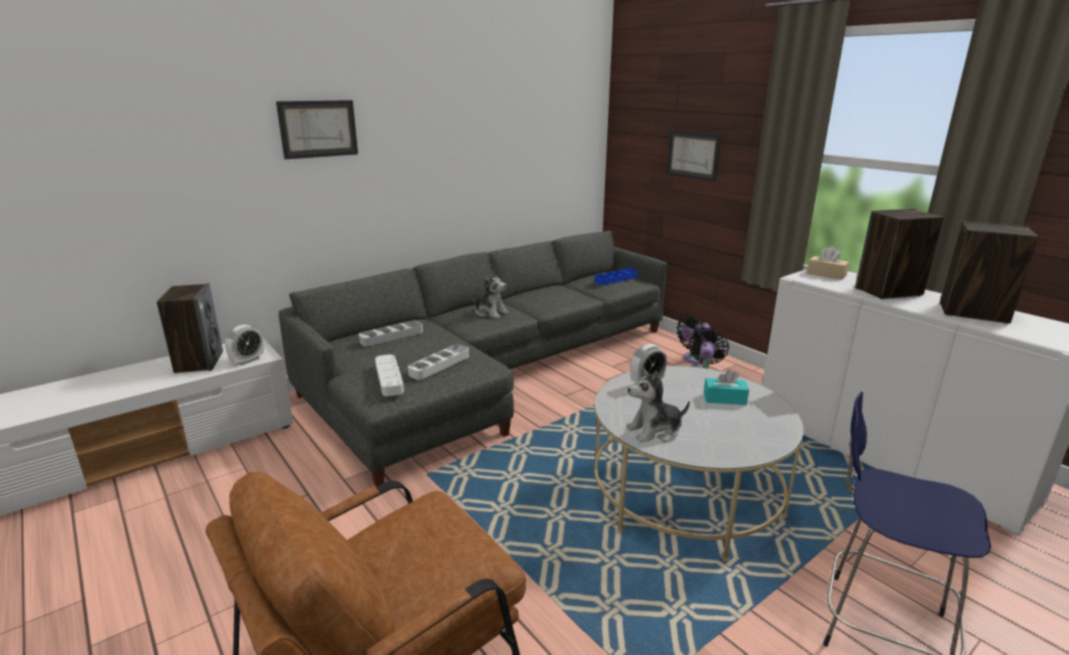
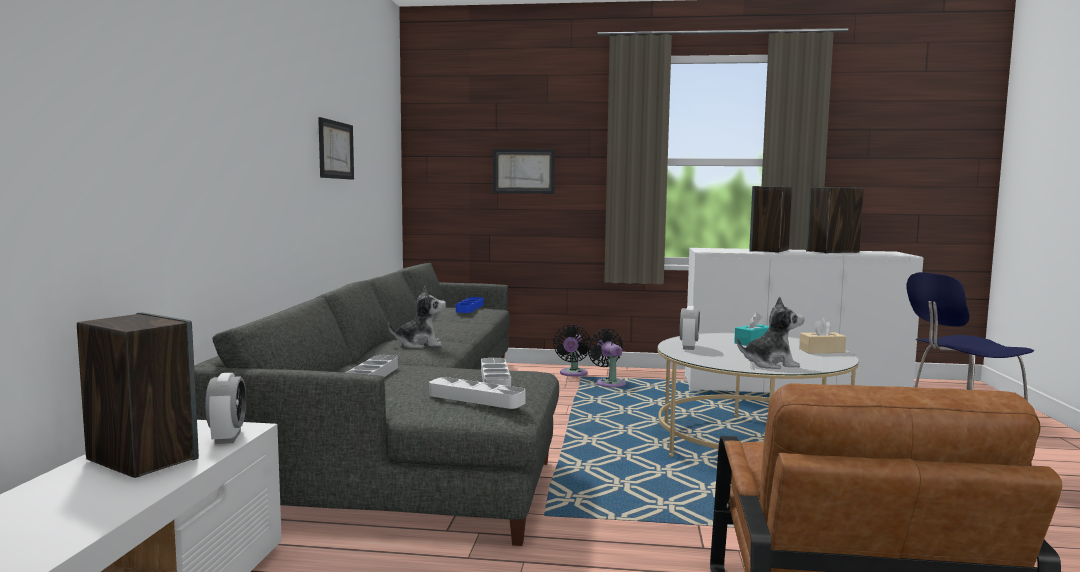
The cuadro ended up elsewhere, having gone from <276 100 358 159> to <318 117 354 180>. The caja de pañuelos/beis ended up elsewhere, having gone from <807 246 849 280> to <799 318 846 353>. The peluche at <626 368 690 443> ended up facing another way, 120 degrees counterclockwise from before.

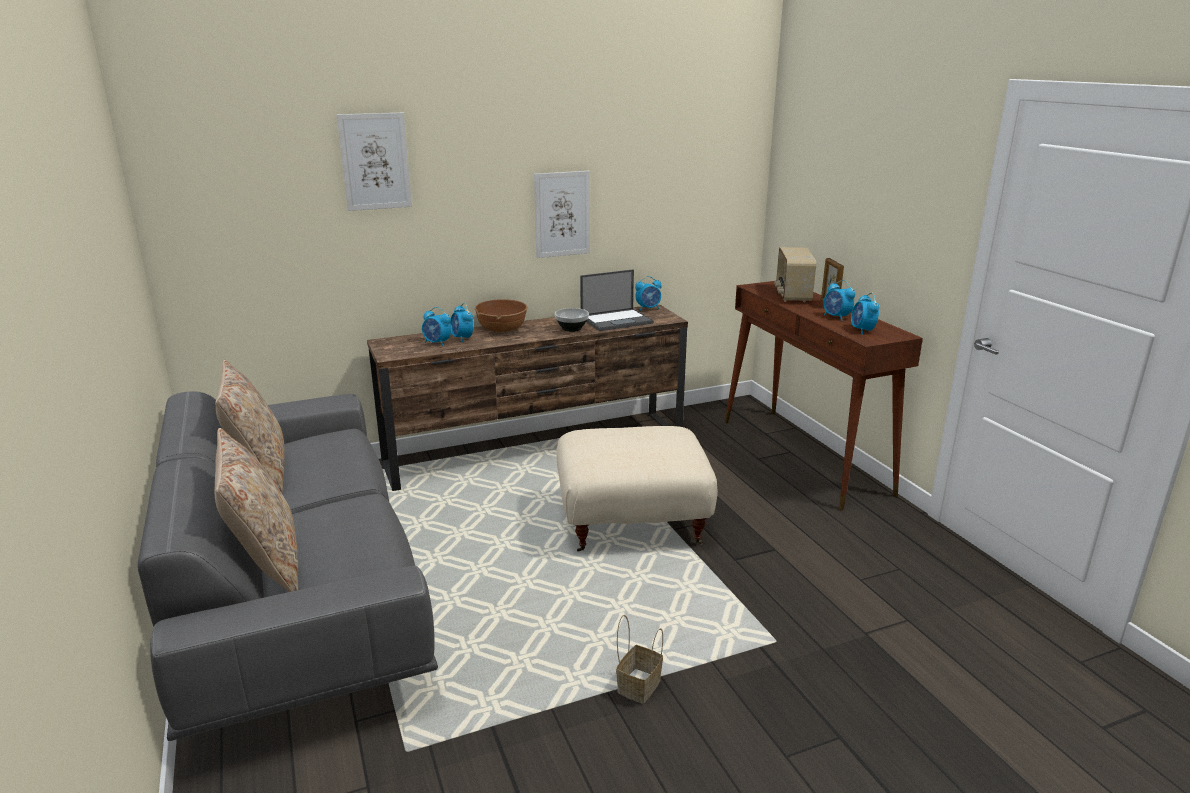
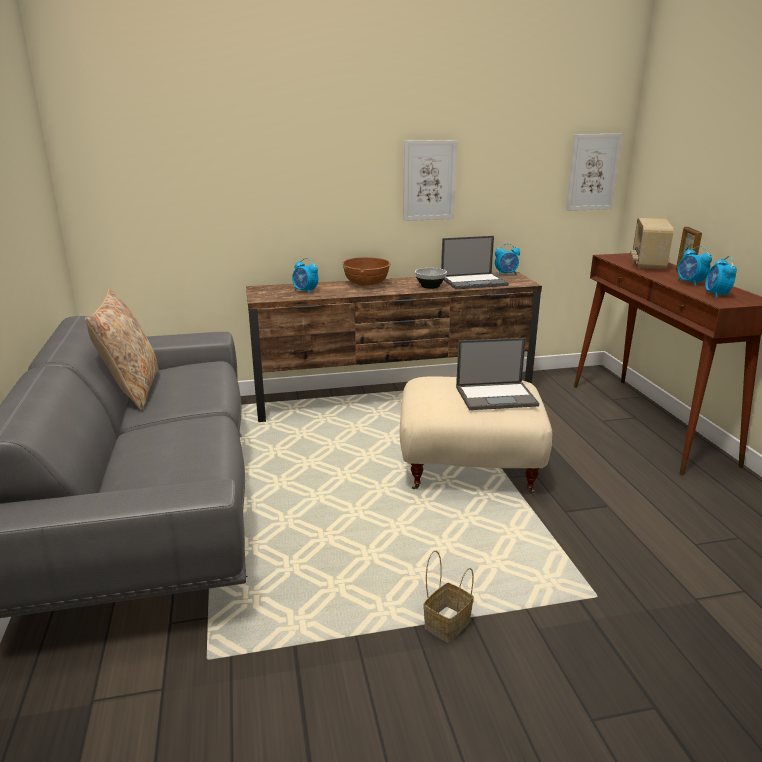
The cuadro ended up elsewhere, having gone from <337 113 412 211> to <566 134 622 211>. The second view lost the despertador at <450 303 474 342>. The second view lost the cojín/beis at <215 428 298 592>. The second view gained the portátil at <456 338 539 410>.

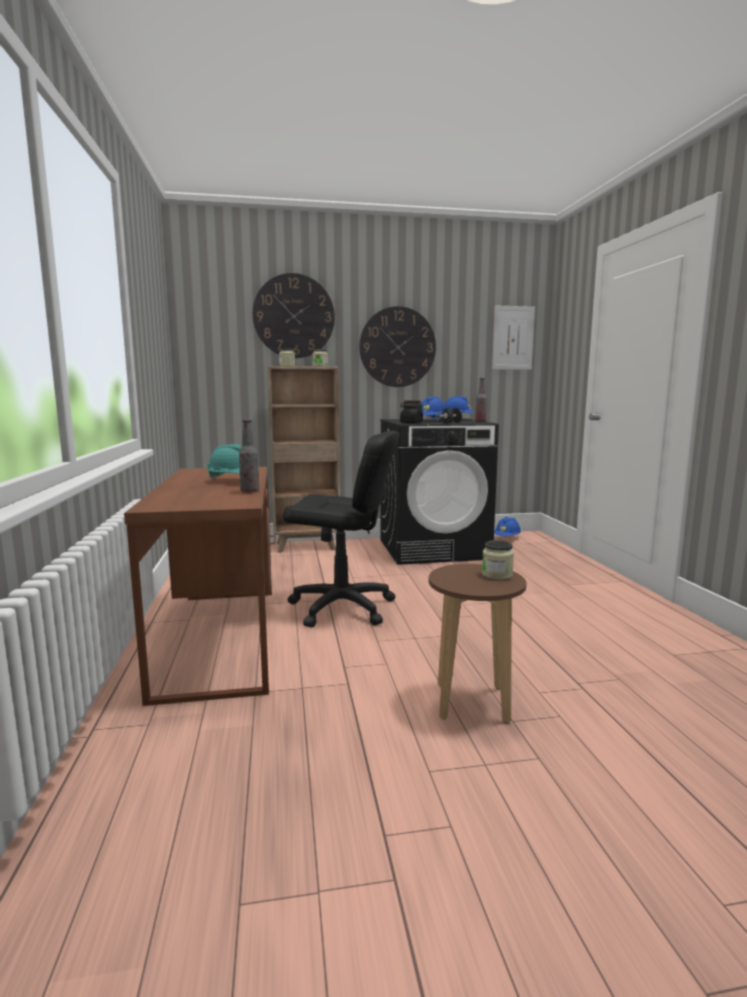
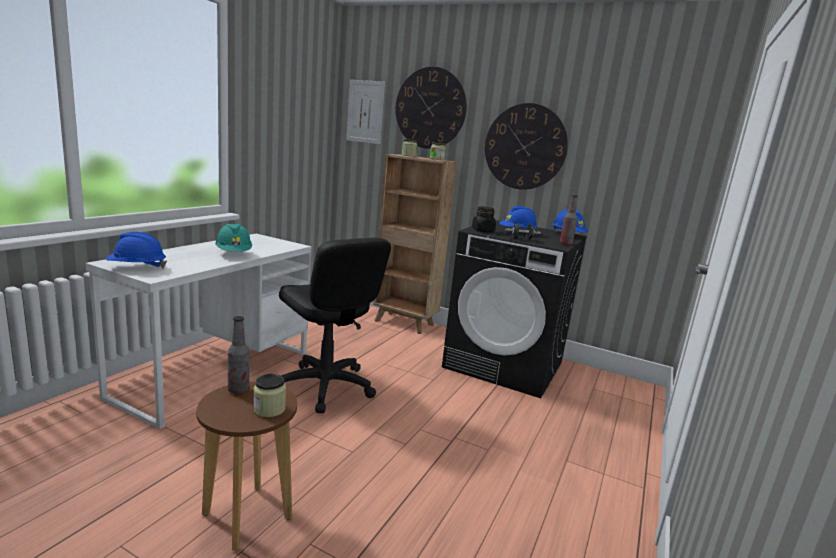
The cuadro ended up elsewhere, having gone from <492 306 535 370> to <346 80 385 144>. The botella ended up elsewhere, having gone from <239 420 259 493> to <228 316 249 394>. What was the escritorio/marrón at <124 467 276 706> turned into the escritorio/blanco at <86 234 311 429>. The casco/azul ended up elsewhere, having gone from <494 517 521 536> to <105 232 167 268>.

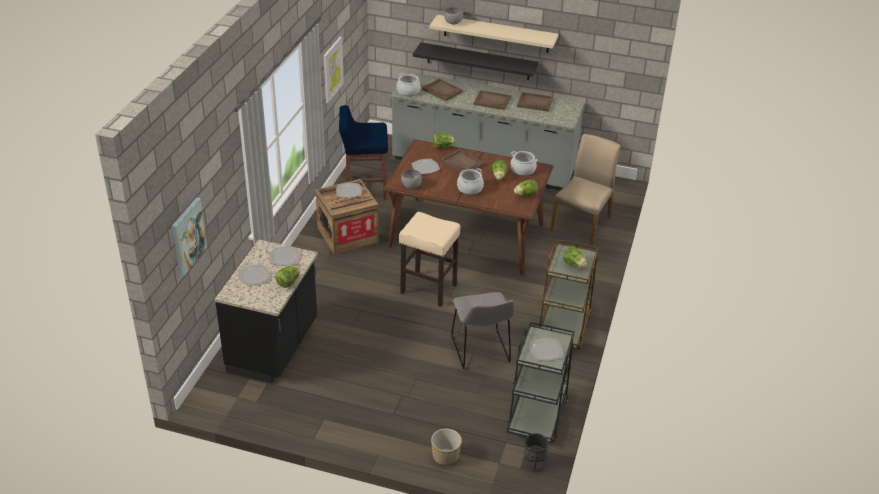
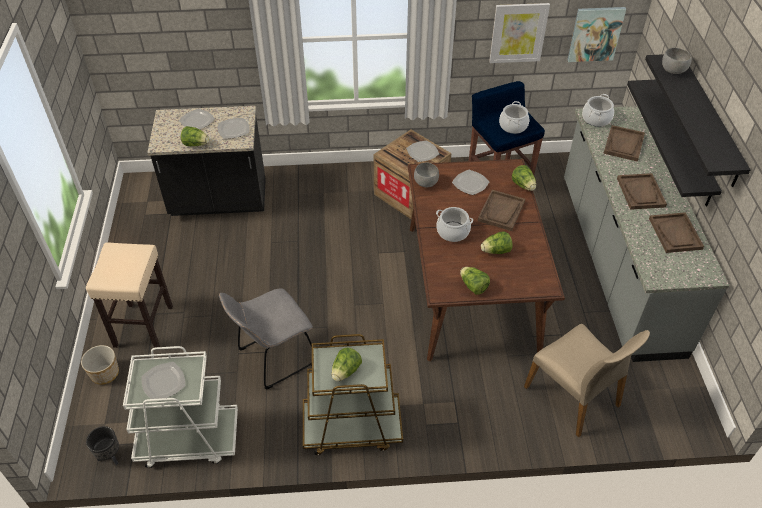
What was the estante/beis at <429 15 558 53> turned into the estante/negro at <645 54 751 187>. The silla/beis at <550 134 620 245> ended up facing another way, 45 degrees clockwise from before. The olla ended up elsewhere, having gone from <511 151 537 176> to <499 101 529 134>. The cuadro ended up elsewhere, having gone from <172 197 207 276> to <567 7 626 62>. The taburete/beis ended up elsewhere, having gone from <399 212 461 307> to <86 243 173 350>. What was the carrito/negro at <506 322 574 443> turned into the carrito/blanco at <123 346 238 468>.

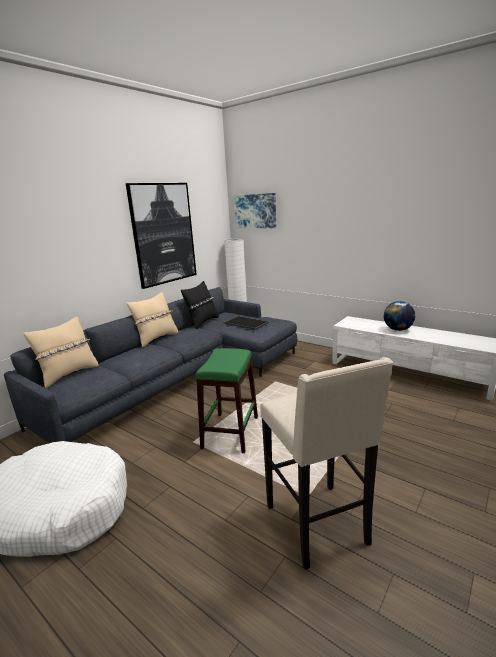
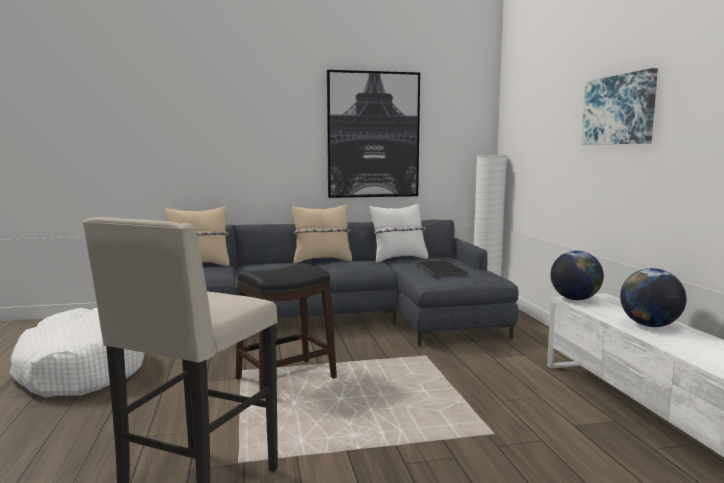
The cuadro ended up elsewhere, having gone from <234 193 276 228> to <581 68 658 145>. What was the cojín/negro at <181 281 219 329> turned into the cojín/blanco at <370 204 428 262>. What was the taburete/verde at <196 348 258 453> turned into the taburete/negro at <236 263 337 399>. The second view gained the globo terráqueo at <550 250 604 300>.

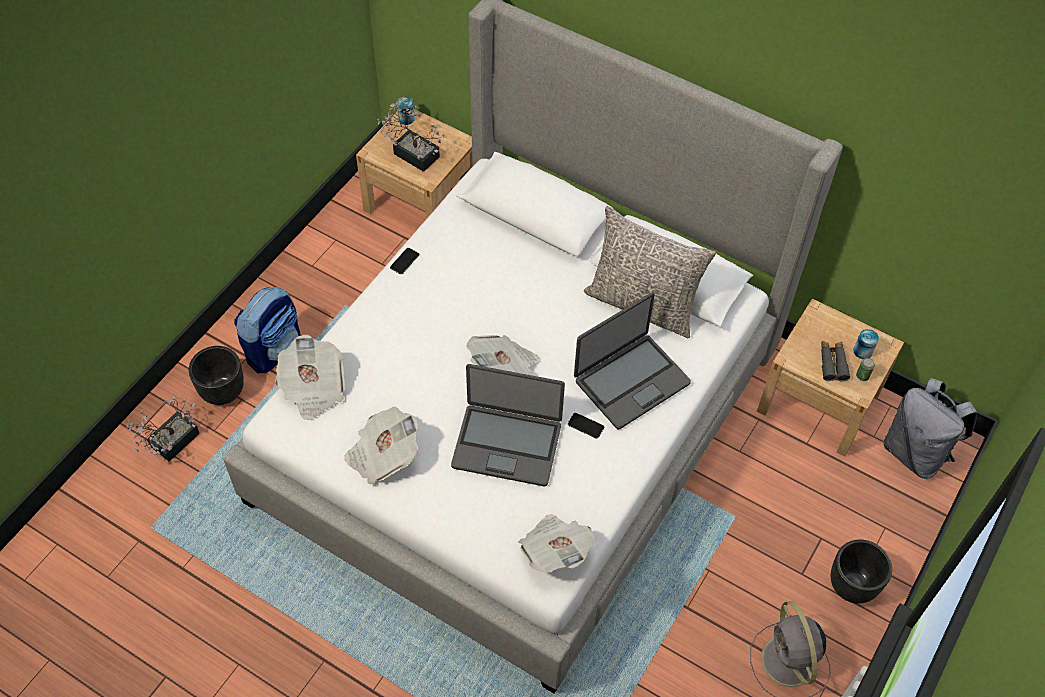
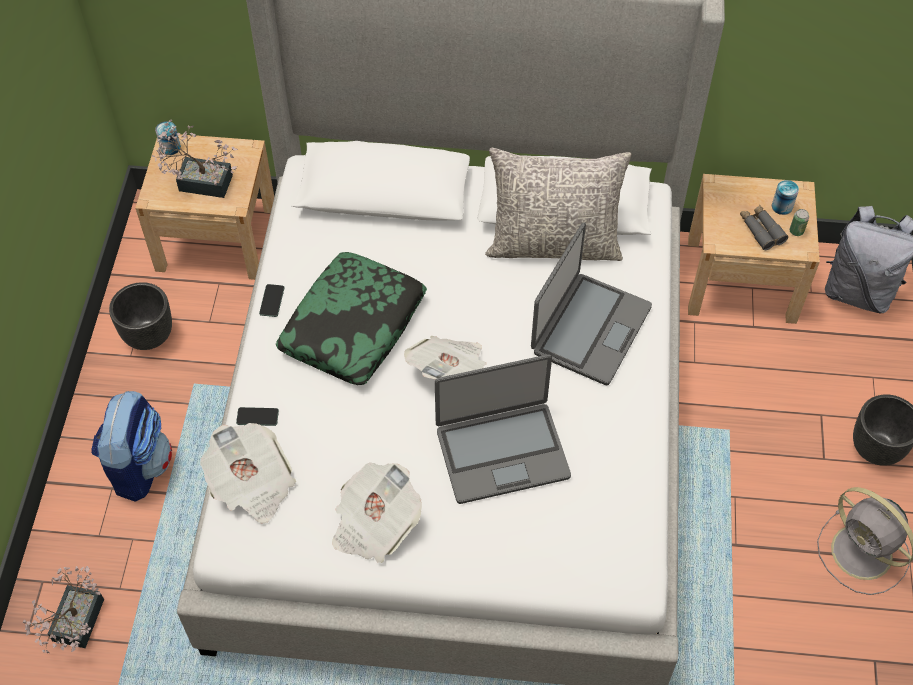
The maceta/negro ended up elsewhere, having gone from <189 346 244 405> to <109 282 172 350>. The móvil ended up elsewhere, having gone from <568 413 604 439> to <236 407 279 426>. The second view lost the periódico at <518 514 597 573>. The second view gained the cojín at <276 252 427 385>.

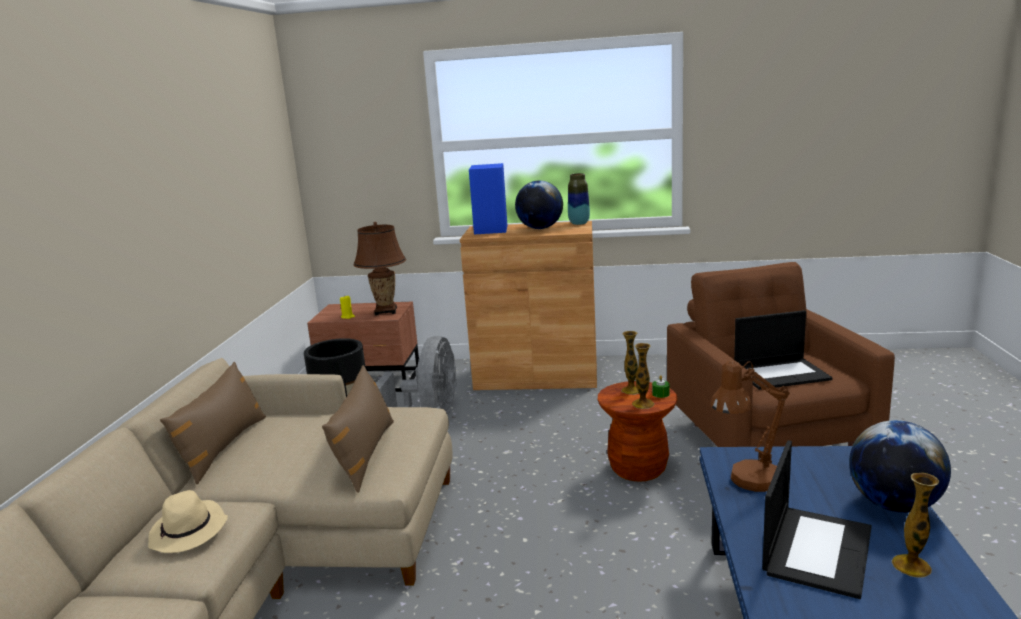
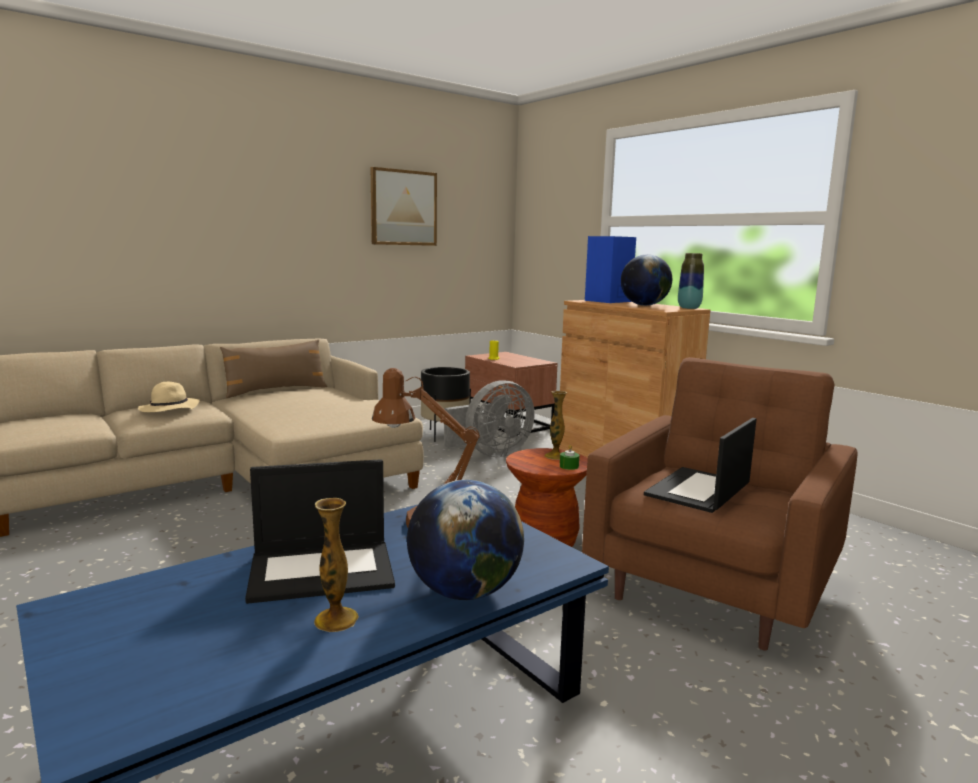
The second view lost the lámpara de mesa/marrón at <354 222 406 315>. The portátil at <734 310 833 390> ended up facing another way, 90 degrees clockwise from before. The second view lost the florero at <632 343 654 409>. The second view lost the cojín/marrón at <322 365 394 493>. The second view gained the cuadro at <370 167 437 246>.

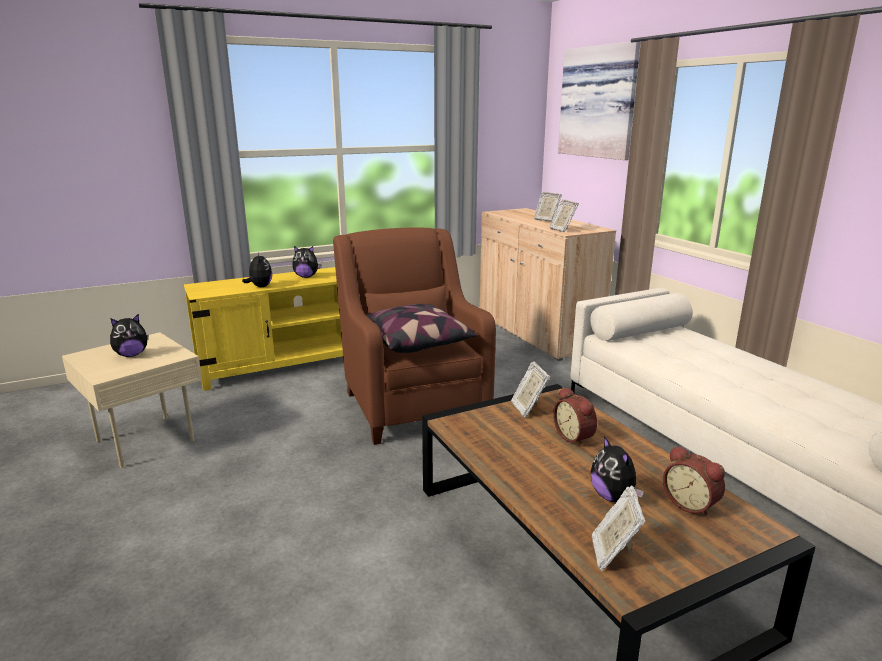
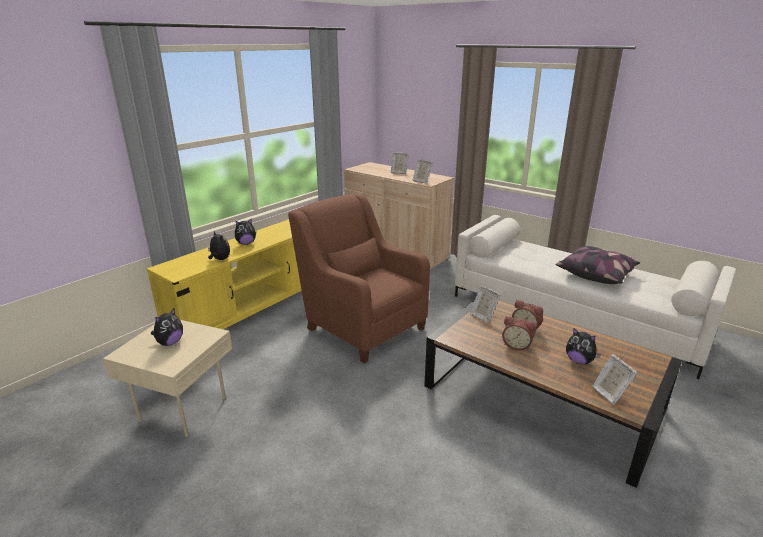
The second view lost the cuadro at <558 41 641 160>. The cojín ended up elsewhere, having gone from <366 304 478 353> to <555 246 641 284>. The despertador ended up elsewhere, having gone from <663 446 725 517> to <502 316 536 351>.

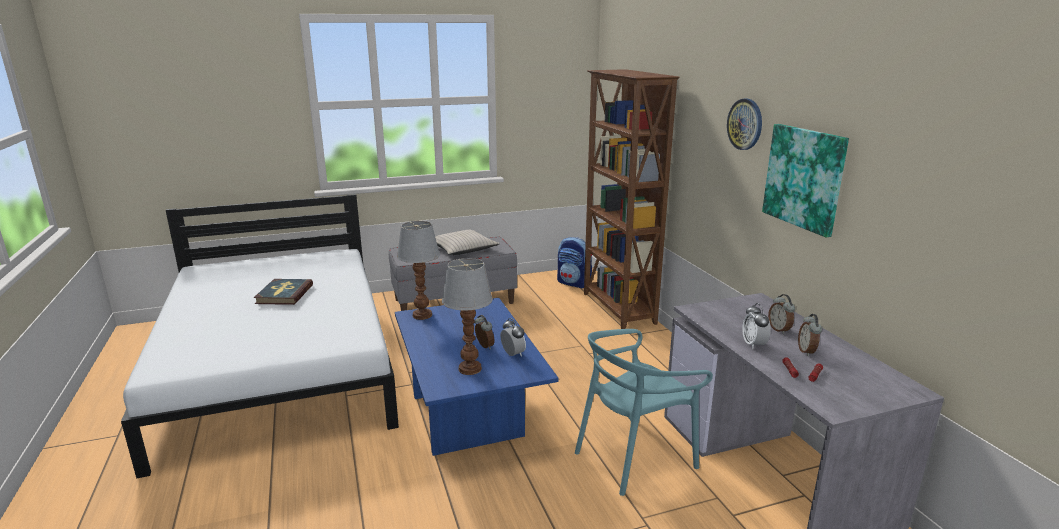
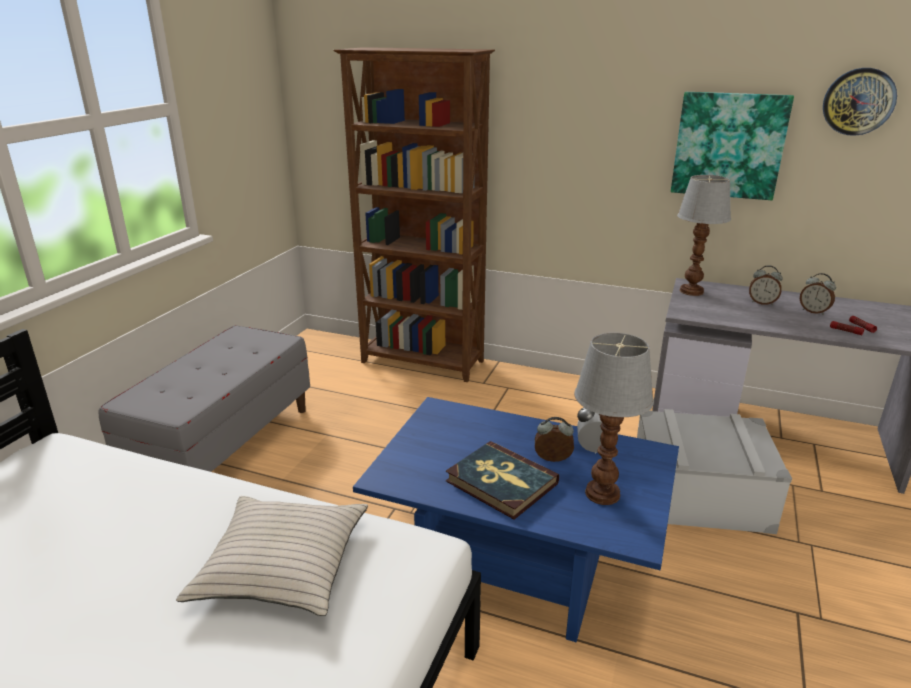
The reloj de pared ended up elsewhere, having gone from <727 98 762 150> to <823 68 897 136>. The lámpara de mesa ended up elsewhere, having gone from <397 221 440 320> to <677 175 731 296>. The cojín/beis ended up elsewhere, having gone from <435 230 500 255> to <176 496 368 616>. The second view lost the mochila at <557 237 592 289>. The libro ended up elsewhere, having gone from <254 279 313 305> to <446 441 559 520>. The second view lost the despertador at <742 303 771 349>. Where the silla/turquesa stood at <575 329 713 496>, the caja de almacenaje/gris came to stand at <637 409 792 534>.

